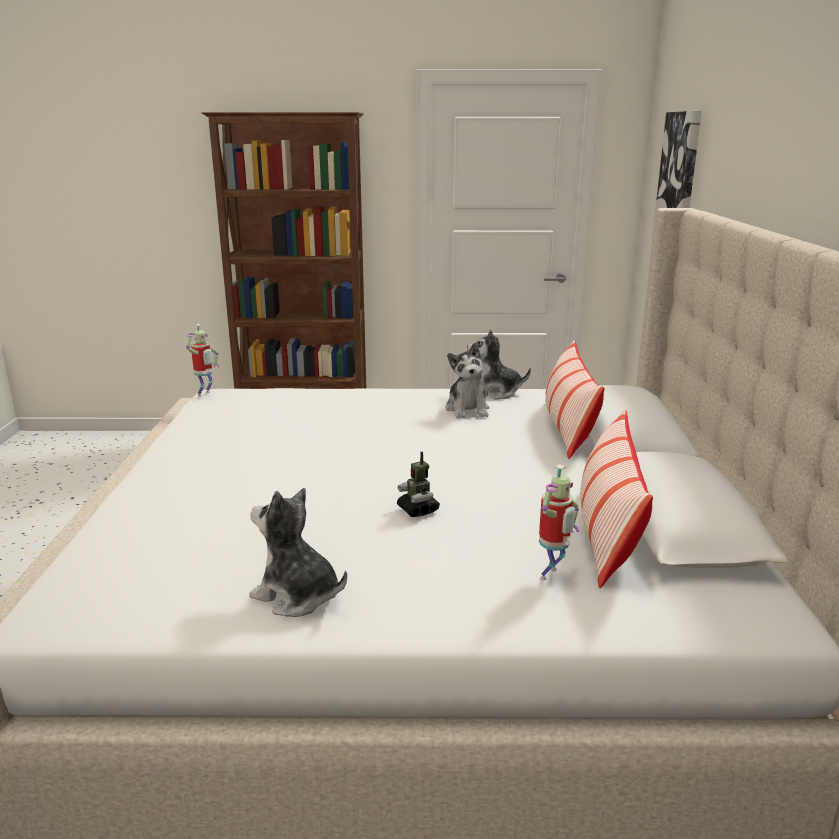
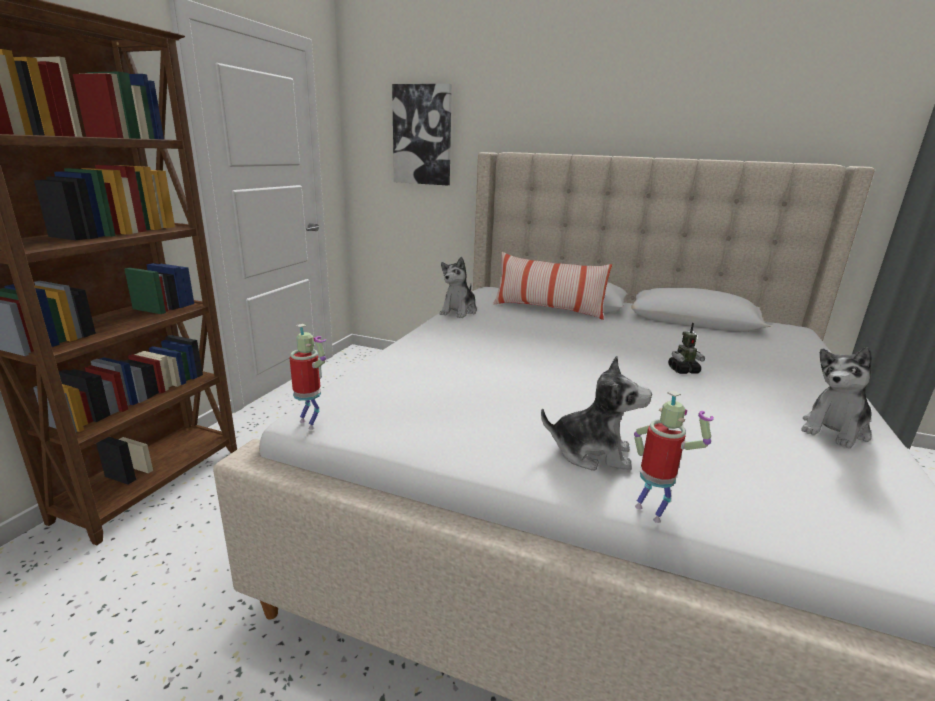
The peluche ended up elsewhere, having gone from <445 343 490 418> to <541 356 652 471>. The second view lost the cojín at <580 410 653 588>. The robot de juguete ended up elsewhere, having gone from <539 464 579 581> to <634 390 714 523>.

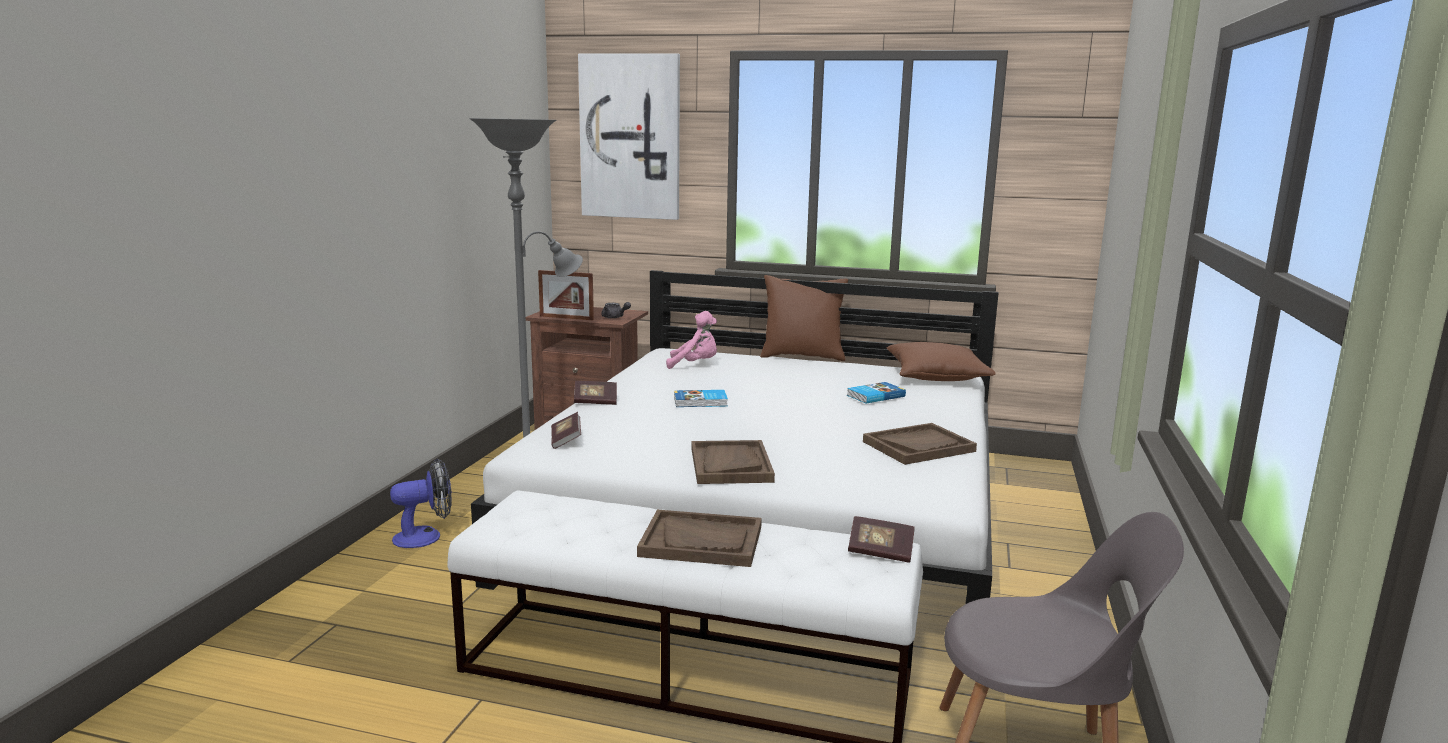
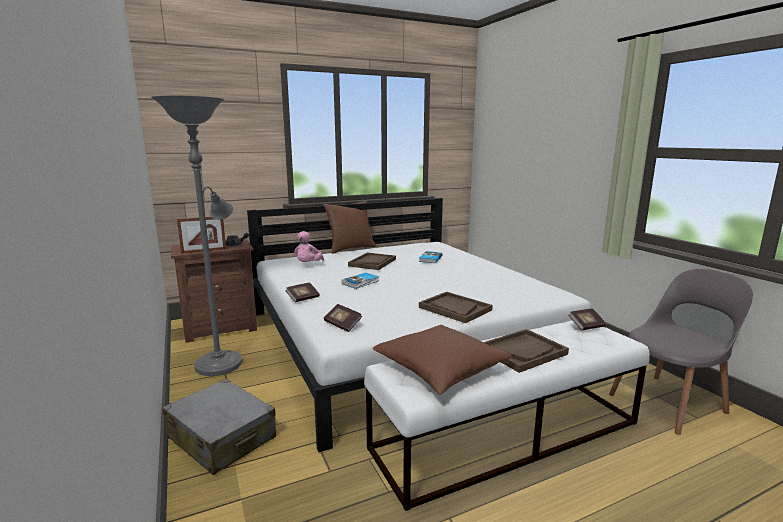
The second view lost the cuadro at <578 53 680 220>. The peluche/rosa at <666 311 717 369> ended up facing another way, 135 degrees clockwise from before. The cojín/marrón ended up elsewhere, having gone from <887 342 996 381> to <372 325 512 395>. The bandeja/marrón ended up elsewhere, having gone from <863 423 977 465> to <348 252 396 270>. Where the ventilador stood at <390 458 452 548>, the maleta/gris came to stand at <162 379 276 475>.

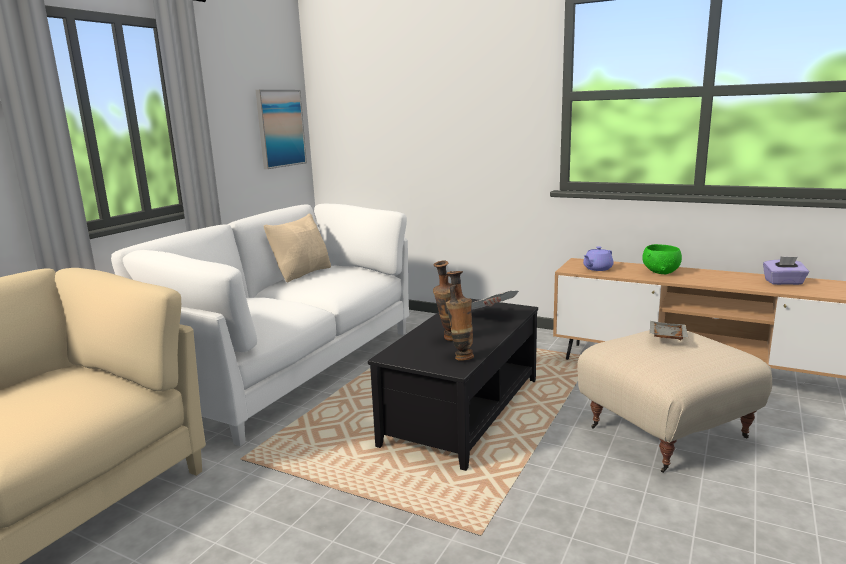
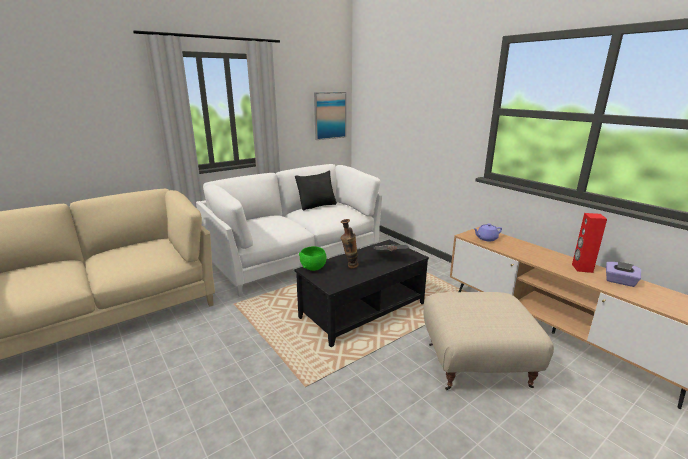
What was the cojín/beis at <264 213 331 283> turned into the cojín/negro at <295 171 337 210>. The cuenco/verde ended up elsewhere, having gone from <642 244 682 274> to <299 246 327 271>. The second view lost the florero at <446 271 474 361>. The second view lost the bandeja/gris at <650 321 688 340>. The second view gained the altavoz/rojo at <572 213 607 273>.

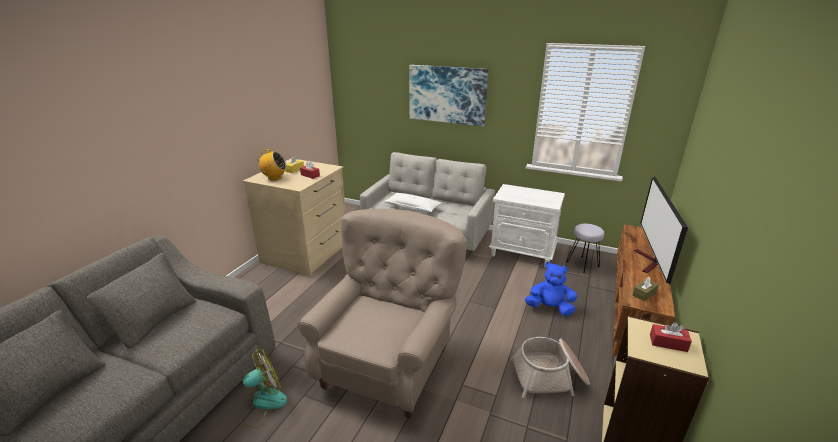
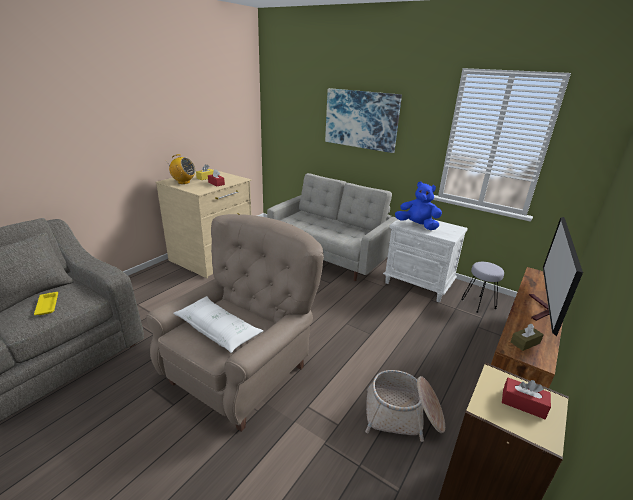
The cojín/blanco ended up elsewhere, having gone from <384 193 442 213> to <173 296 263 353>. The peluche/azul ended up elsewhere, having gone from <525 262 577 316> to <395 182 442 230>. The second view lost the ventilador at <235 349 287 428>. The second view gained the bandeja/amarillo at <34 292 58 315>.

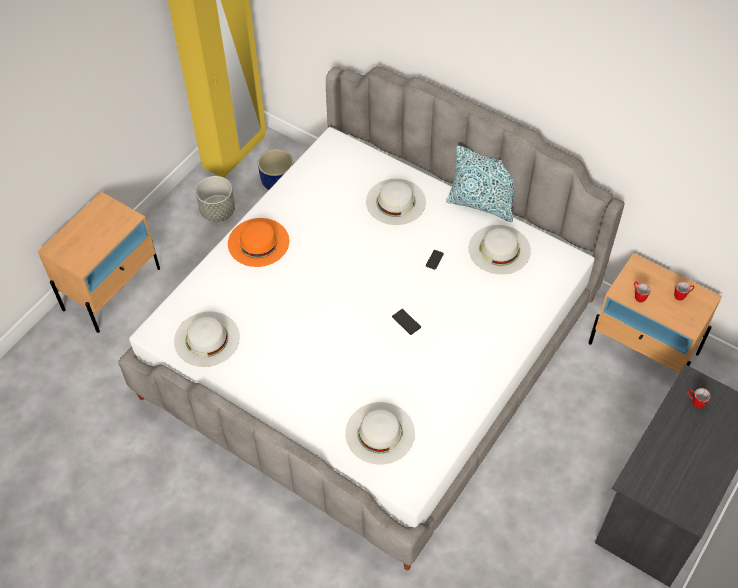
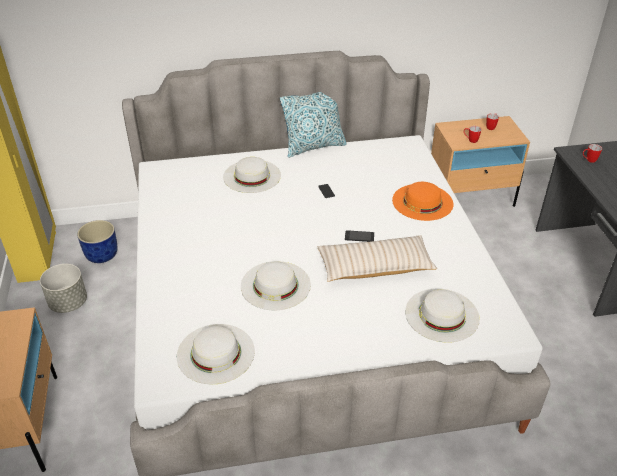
The sombrero/naranja ended up elsewhere, having gone from <228 218 289 267> to <392 182 453 221>. The sombrero/blanco ended up elsewhere, having gone from <469 225 531 275> to <241 261 311 310>. The second view gained the cojín/beis at <318 235 437 282>.

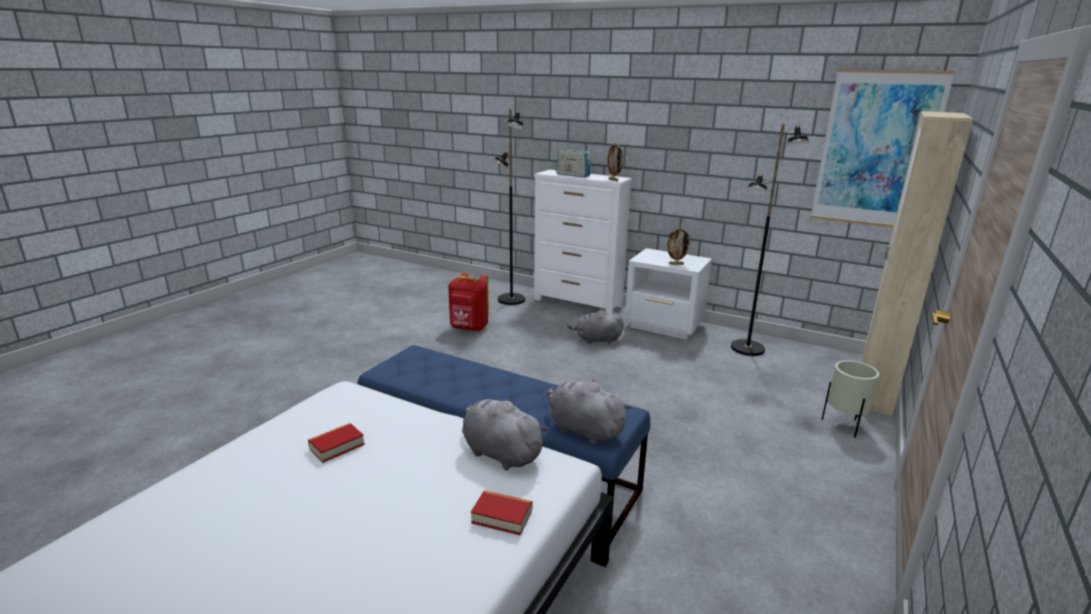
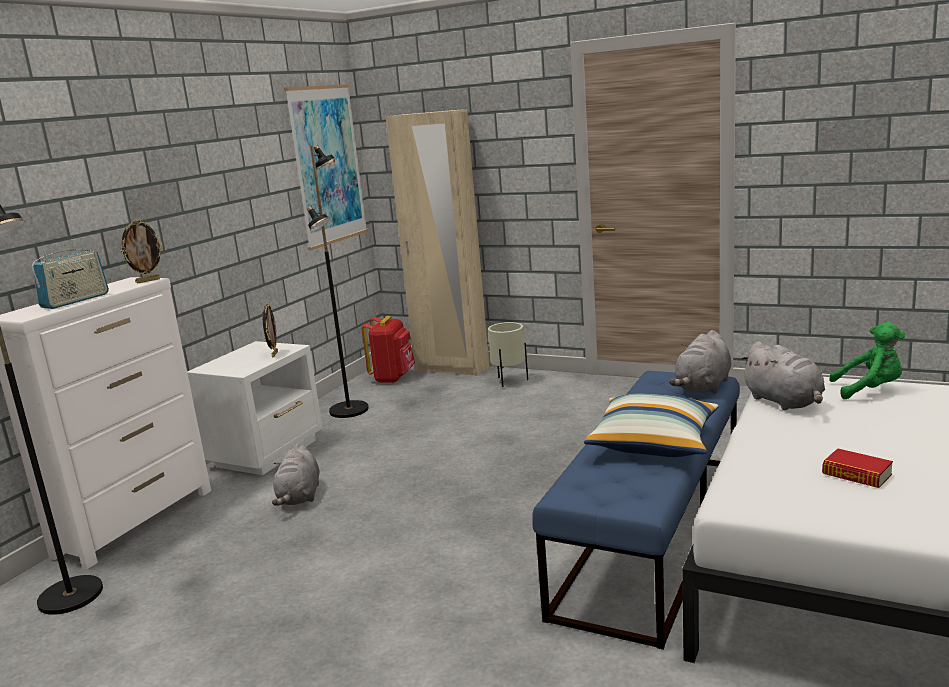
The mochila/rojo ended up elsewhere, having gone from <448 273 489 332> to <362 316 415 383>. The peluche/gris at <462 397 548 470> ended up facing another way, 60 degrees counterclockwise from before. Where the libro stood at <471 490 532 535>, the peluche/verde came to stand at <829 322 905 399>. The second view gained the cojín at <584 393 719 457>.

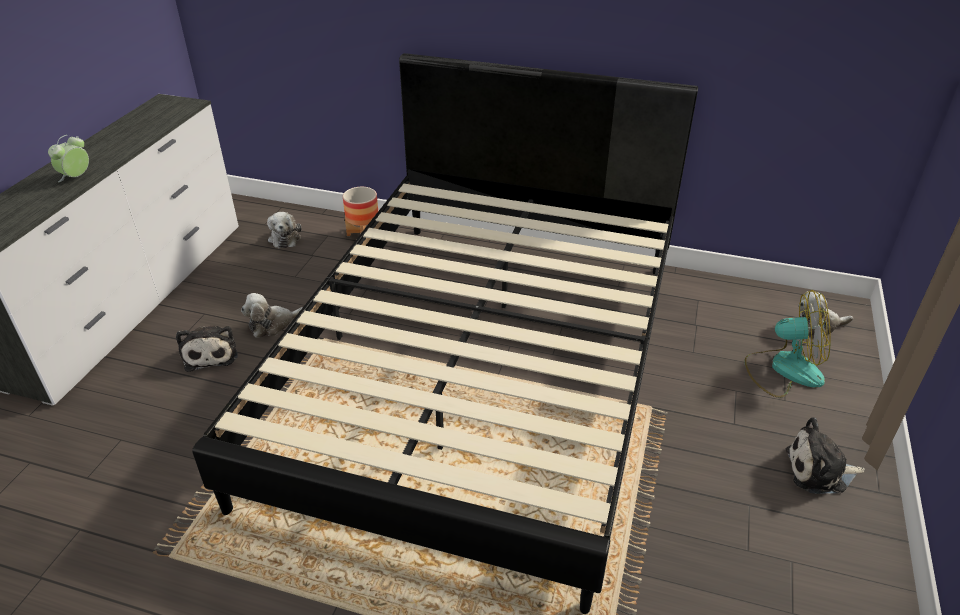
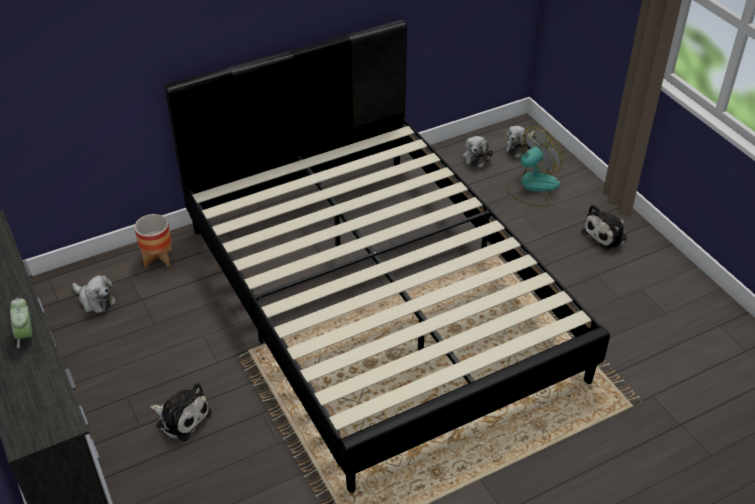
The peluche ended up elsewhere, having gone from <241 293 303 338> to <463 136 493 168>.

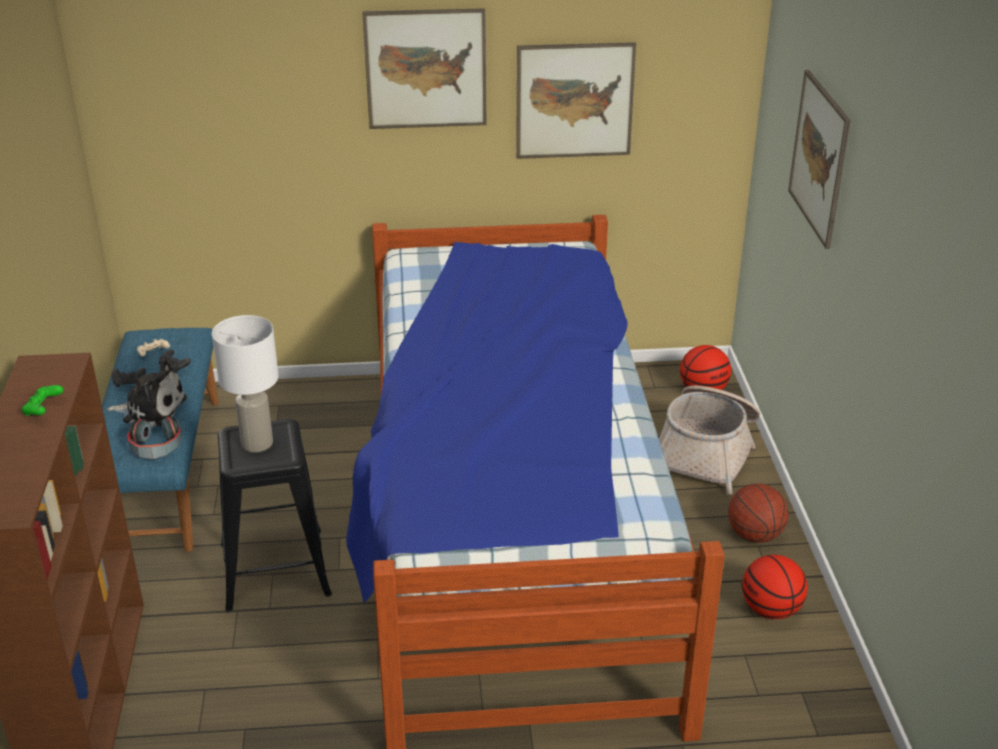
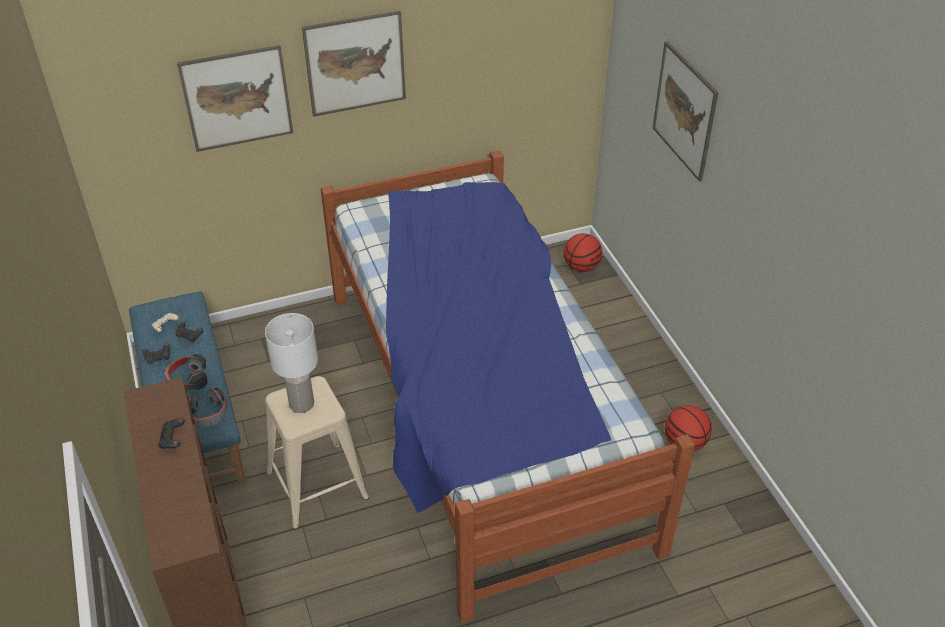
The cuadro ended up elsewhere, having gone from <516 42 636 159> to <177 45 293 152>. Where the peluche stood at <107 360 187 428>, the auriculares came to stand at <165 354 208 391>. What was the mando de consola/verde at <22 385 64 416> turned into the mando de consola/negro at <158 418 185 449>. The second view lost the cesta at <659 385 760 495>. What was the taburete/negro at <218 419 332 612> turned into the taburete/beis at <265 376 369 530>. The second view lost the balón de baloncesto at <728 484 788 543>.

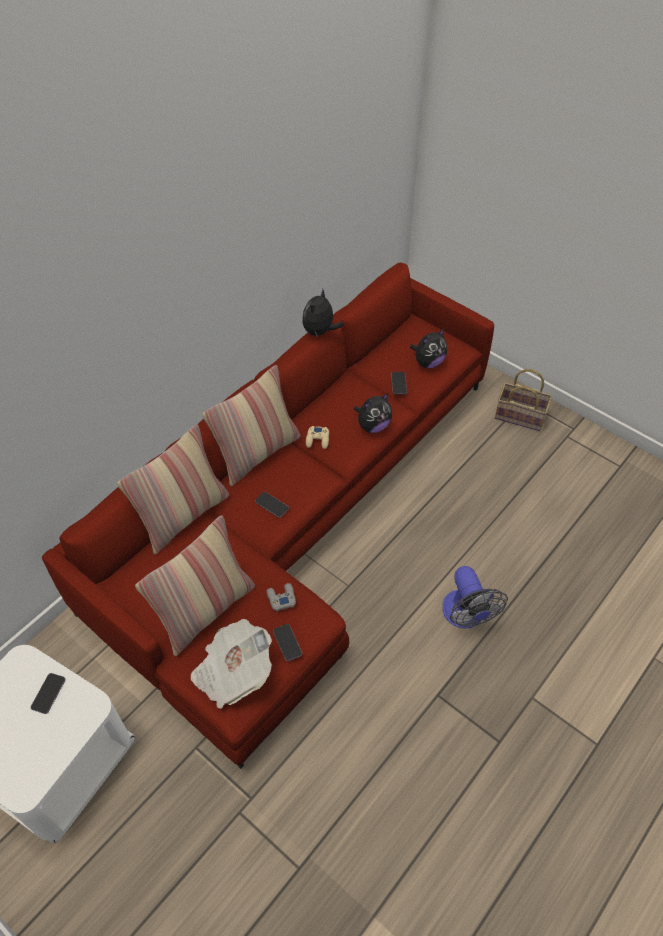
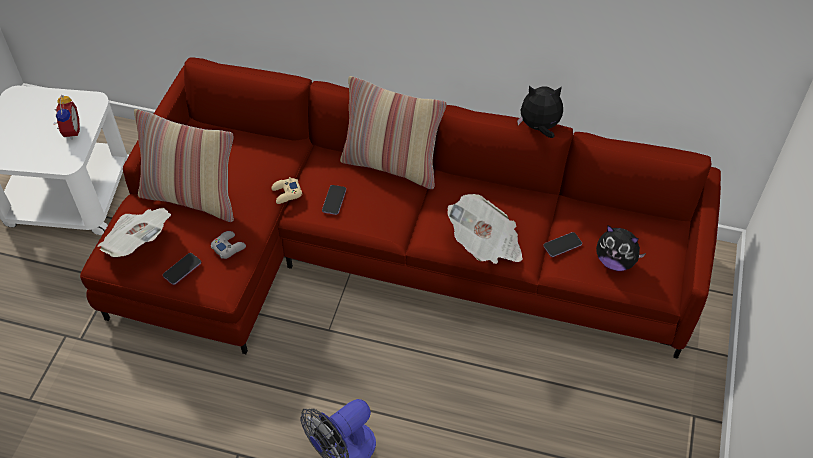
The second view lost the cesta at <495 369 552 431>. Where the peluche stood at <354 393 392 433>, the periódico came to stand at <447 194 523 264>. The second view lost the cojín at <117 424 229 554>. The mando de consola/beis ended up elsewhere, having gone from <306 426 329 449> to <271 177 302 204>. Where the móvil stood at <31 673 66 714>, the despertador came to stand at <55 94 80 140>.

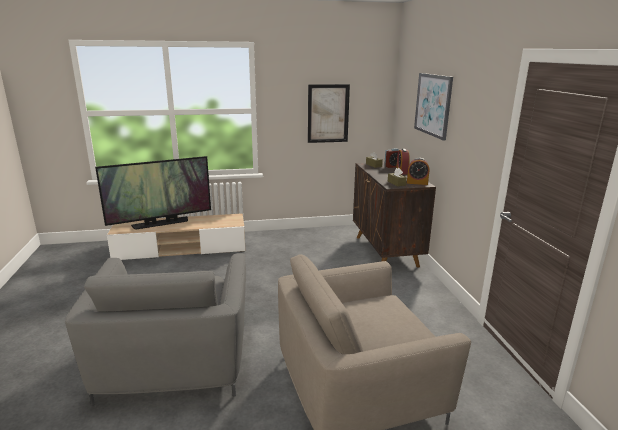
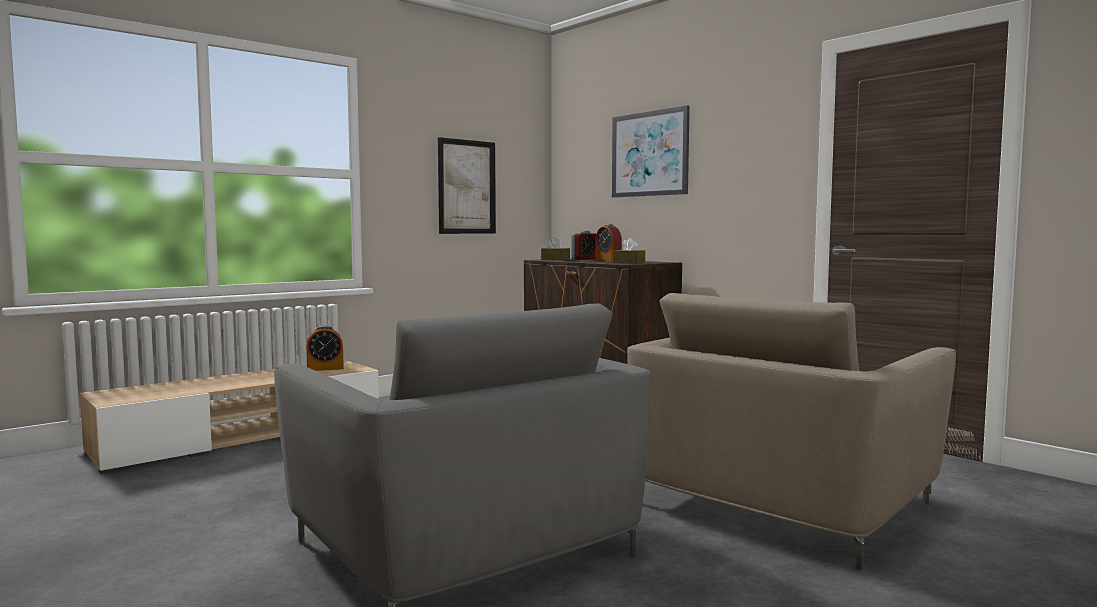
The second view lost the televisor at <95 156 211 230>. The despertador ended up elsewhere, having gone from <407 158 429 185> to <306 326 344 371>.

